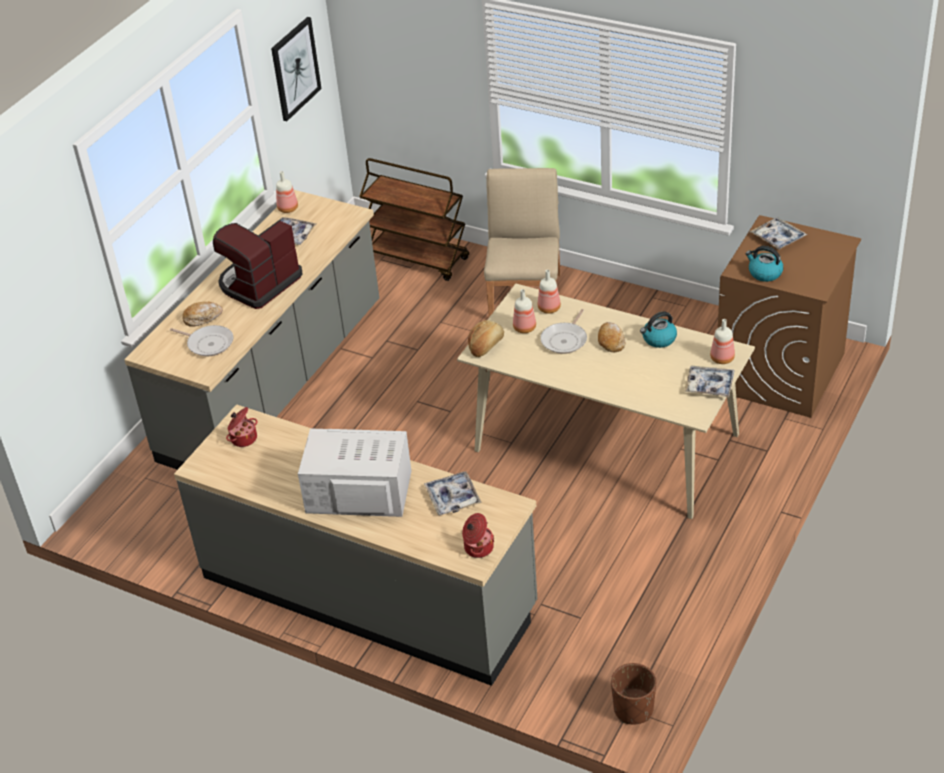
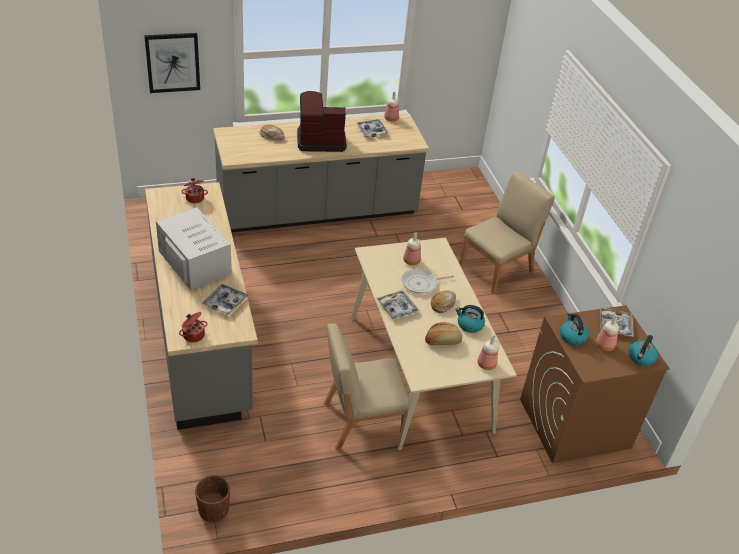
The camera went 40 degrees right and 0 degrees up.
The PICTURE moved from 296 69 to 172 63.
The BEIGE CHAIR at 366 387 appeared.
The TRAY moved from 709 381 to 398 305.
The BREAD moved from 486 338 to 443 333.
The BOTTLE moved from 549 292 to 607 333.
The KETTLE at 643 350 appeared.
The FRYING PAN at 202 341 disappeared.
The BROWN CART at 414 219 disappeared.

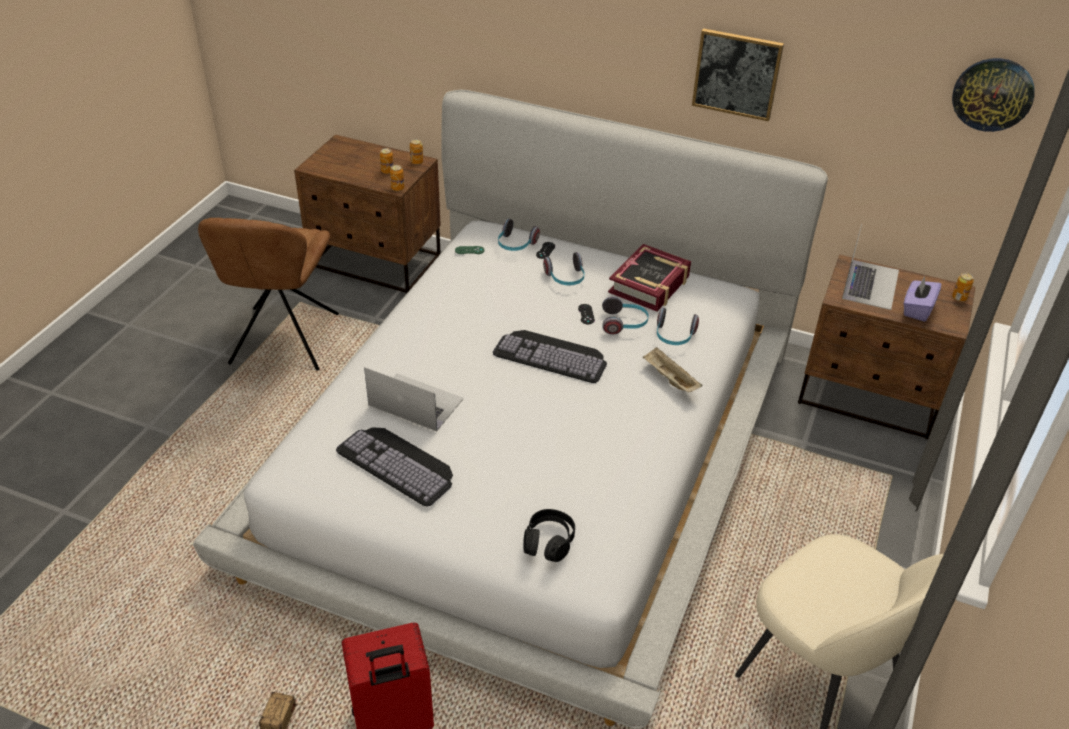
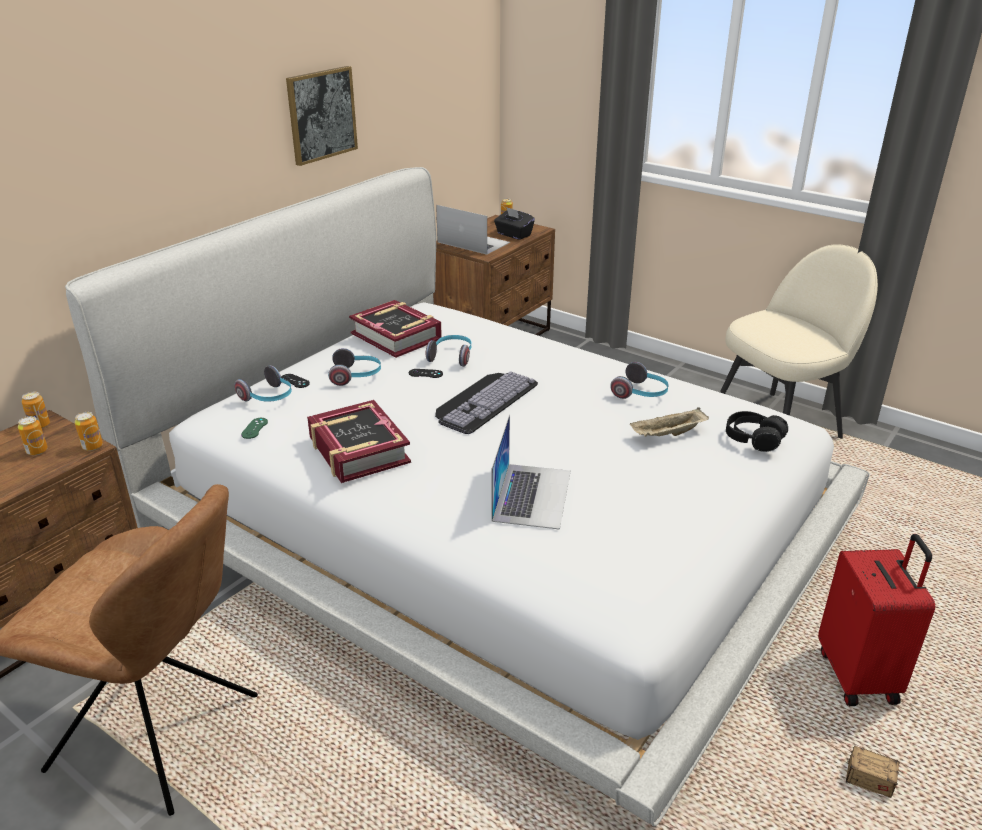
The camera went 75 degrees left and 10 degrees down.
The BOOK at 359 441 appeared.
The LAPTOP at 414 399 turned 150 degrees clockwise.
The PURPLE TISSUE BOX at 922 299 became the BLACK TISSUE BOX at 514 223.
The HEADPHONES moved from 678 326 to 639 380.
The BEIGE TRAY moved from 673 369 to 669 422.
The KEYBOARD at 394 467 disappeared.
The WALL CLOCK at 993 95 disappeared.

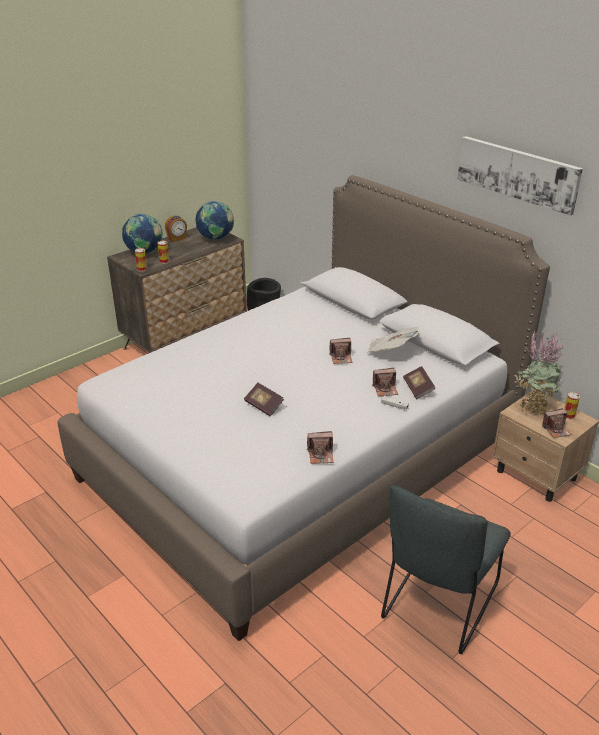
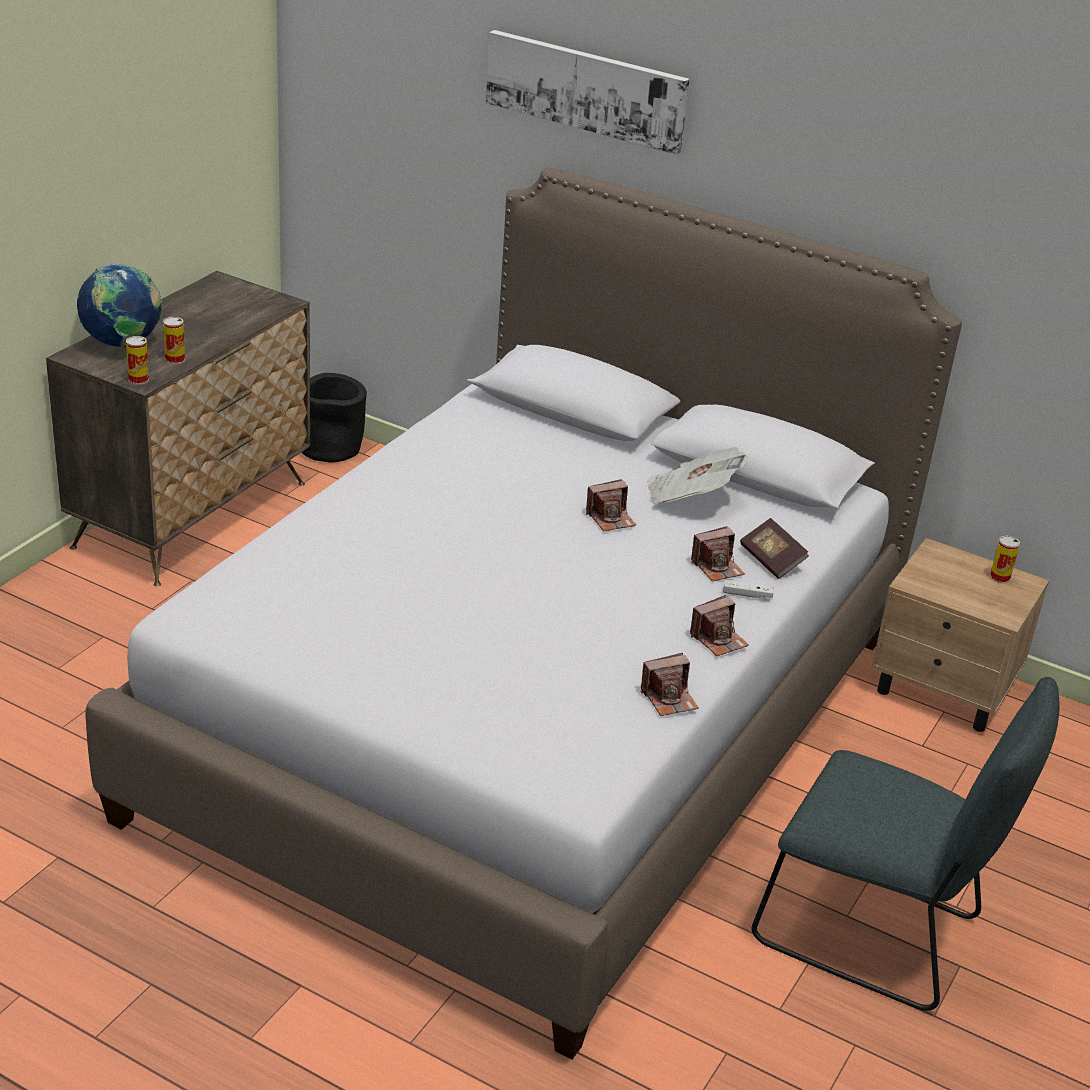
The camera went 20 degrees left and 0 degrees up.
The PICTURE moved from 520 176 to 588 92.
The PHOTO CAMERA moved from 557 423 to 719 625.
The GREY CHAIR at 446 569 turned 75 degrees counterclockwise.
The ALARM CLOCK at 176 229 disappeared.
The GLOBE at 214 221 disappeared.
The BOOK at 264 399 disappeared.
The POTTED PLANT at 538 372 disappeared.

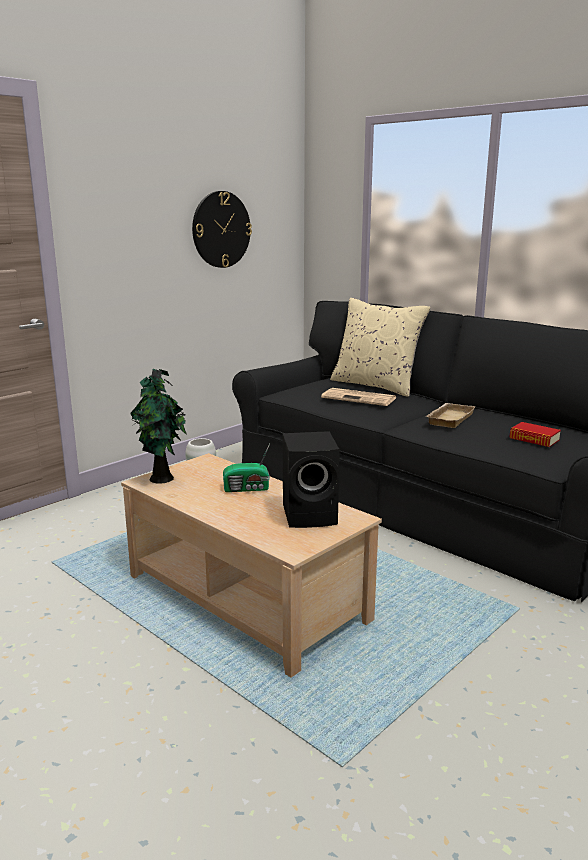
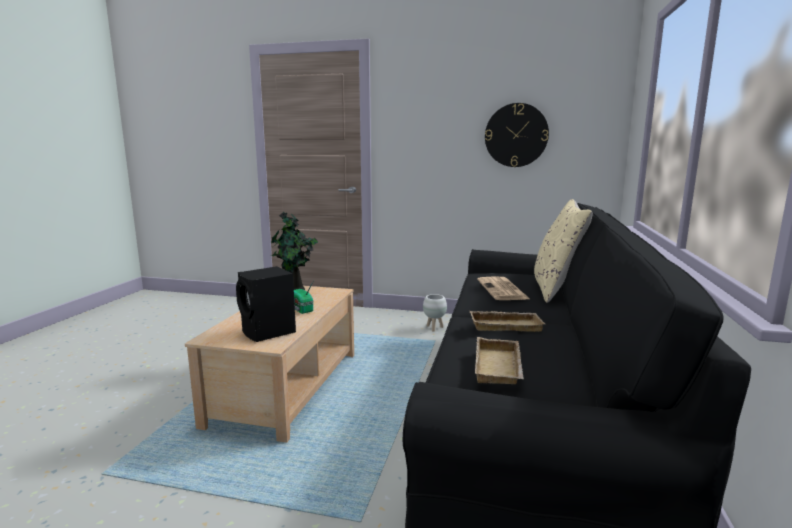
The camera went 60 degrees right and 5 degrees down.
The BOOK at 535 434 was replaced by the BEIGE TRAY at 499 360.

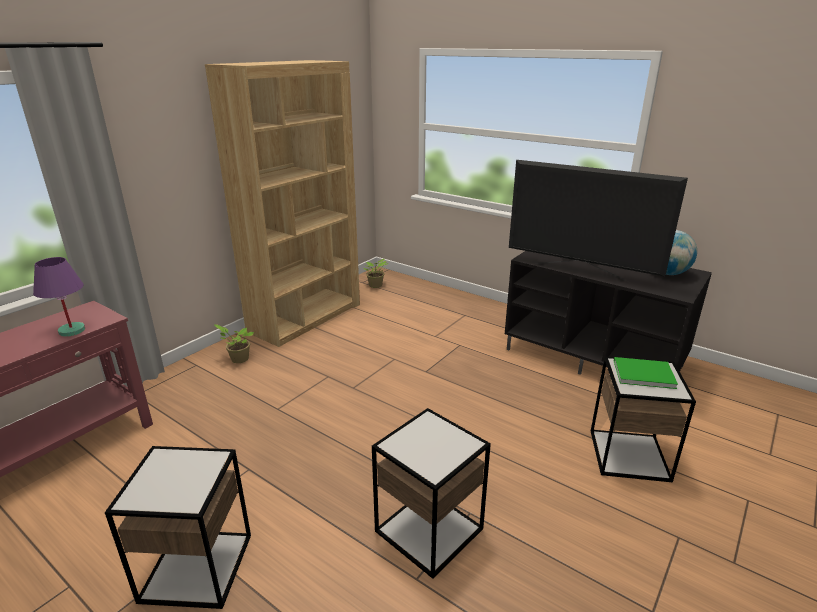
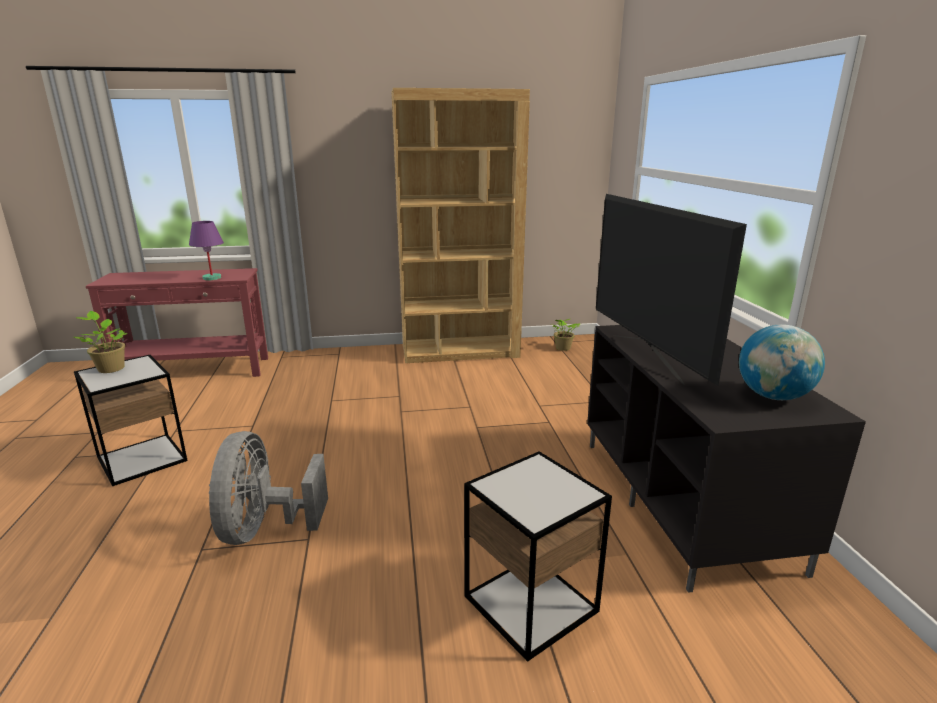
The camera went 45 degrees right and 5 degrees down.
The POTTED PLANT moved from 234 343 to 101 342.
The SIDE TABLE at 431 493 was replaced by the GREY FAN at 268 488.
The GREEN BOOK at 646 373 disappeared.

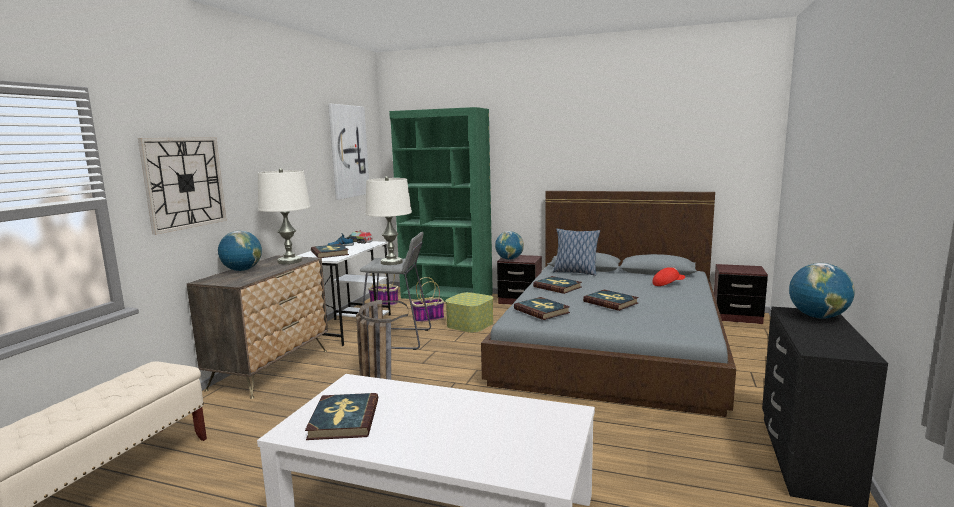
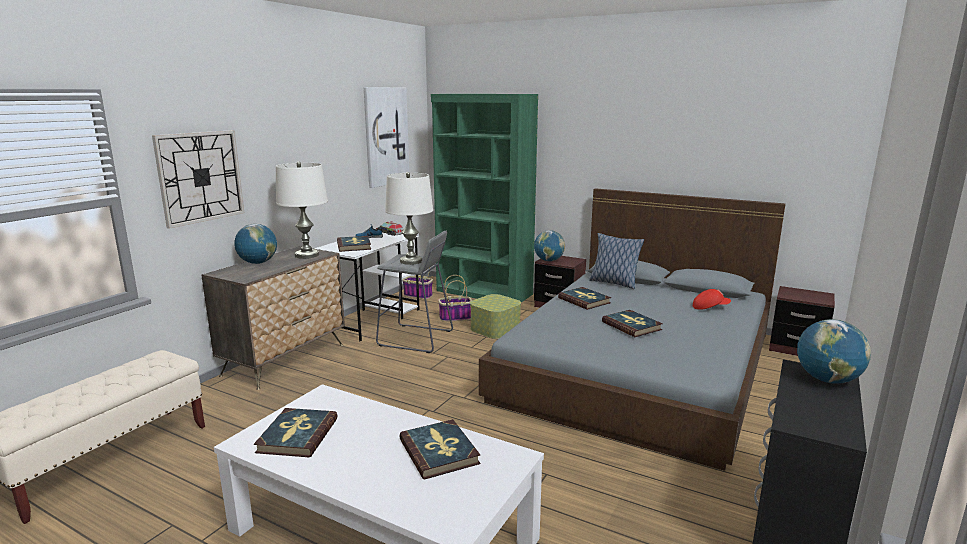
The camera went 10 degrees right and 5 degrees up.
The BOOK moved from 542 308 to 439 449.
The BASKET at 382 340 disappeared.

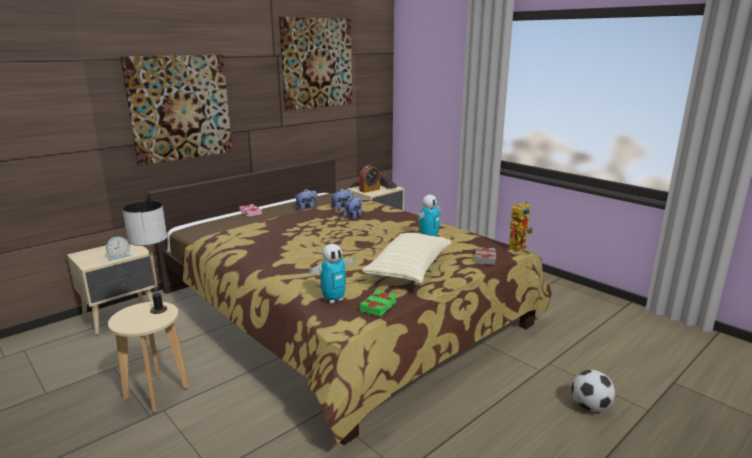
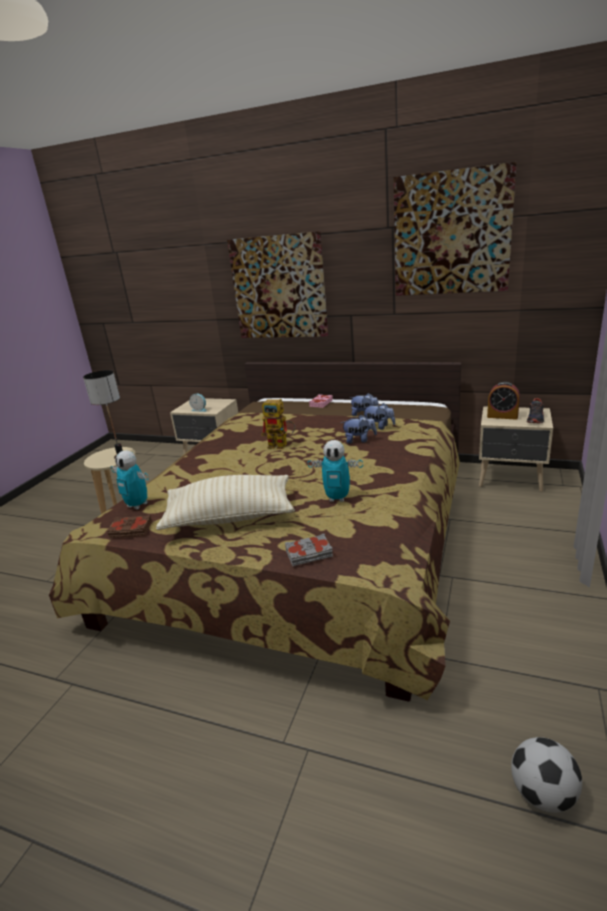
The camera went 65 degrees right and 5 degrees up.
The GREEN BOOK at 378 303 became the BROWN BOOK at 129 526.
The TOY ROBOT moved from 521 225 to 278 424.
The FOOTBALL moved from 593 391 to 546 775.

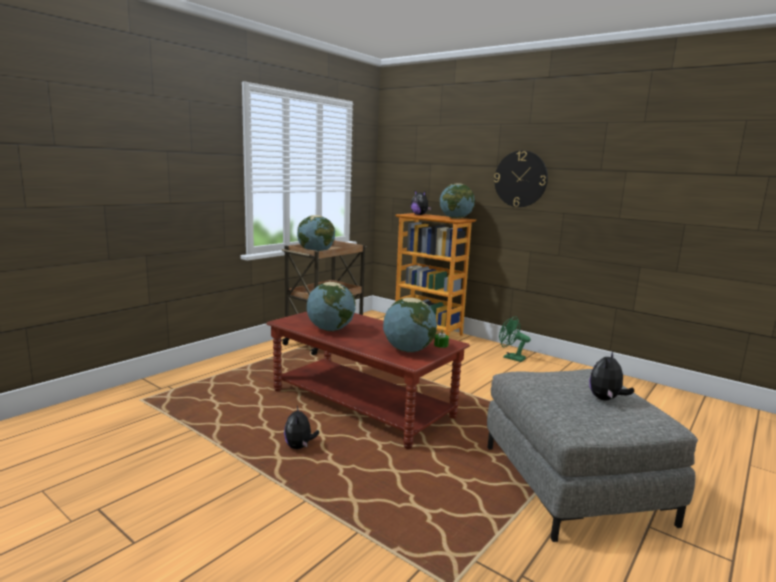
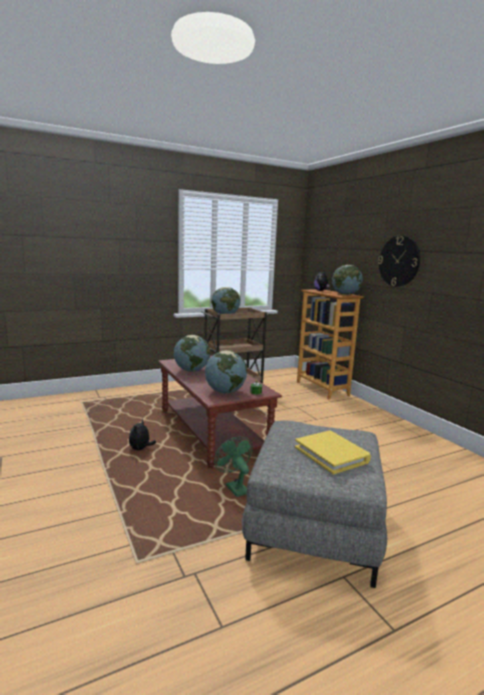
The camera went 25 degrees right and 0 degrees up.
The GREEN FAN moved from 515 339 to 233 466.
The PLUSH TOY at 611 375 was replaced by the YELLOW BOOK at 333 452.

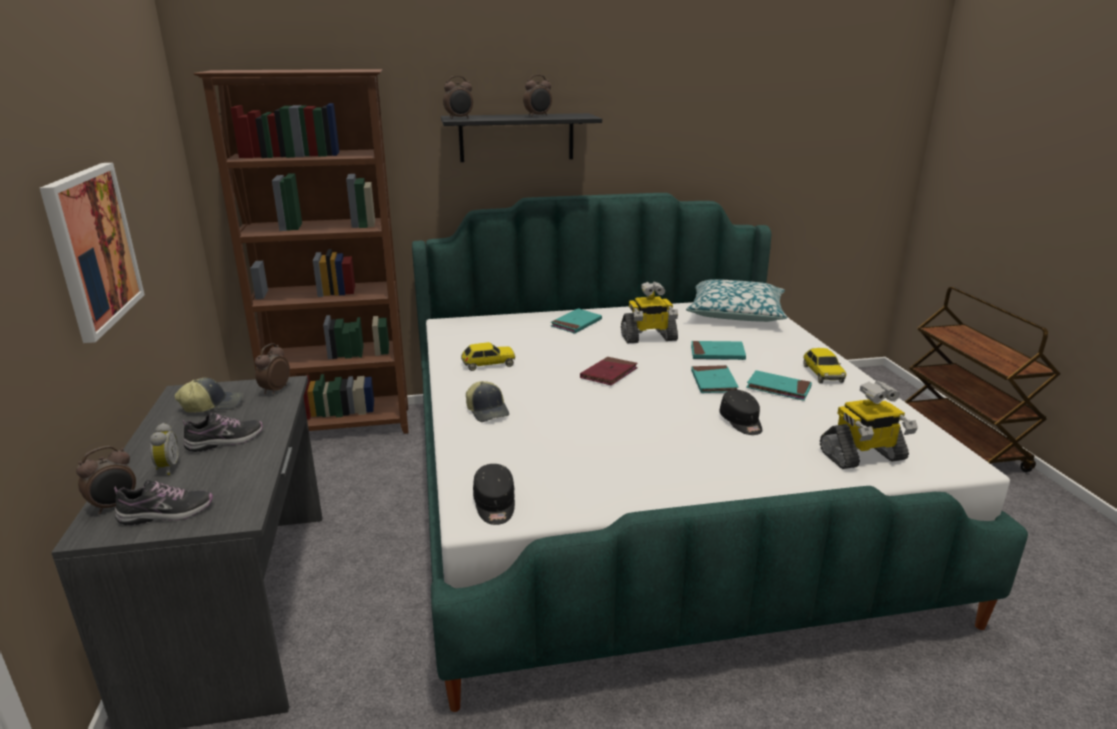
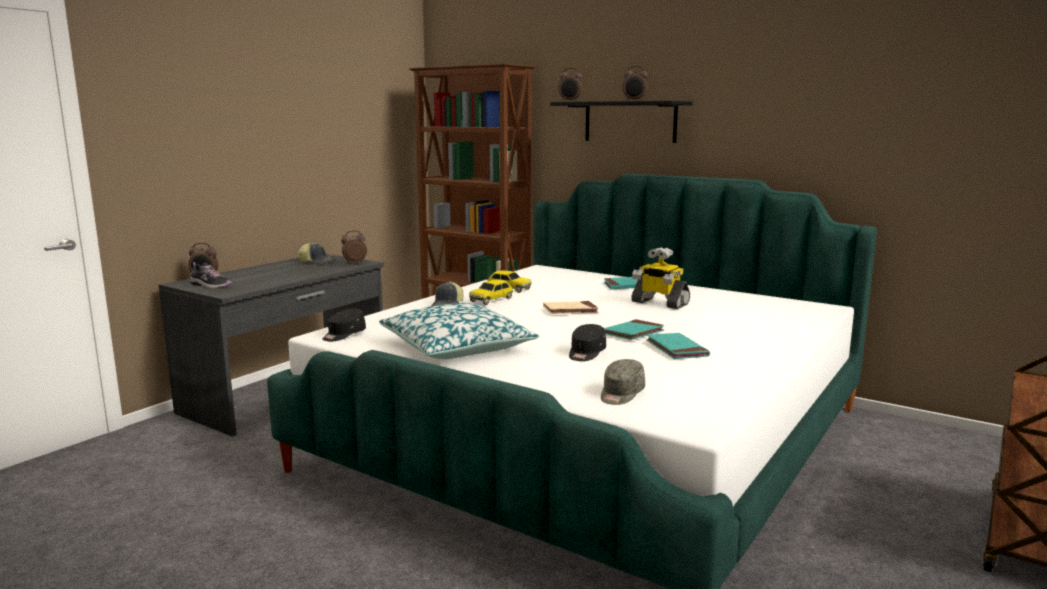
The camera went 45 degrees right and 10 degrees down.
The PILLOW moved from 736 300 to 459 331.
The TOY CAR moved from 824 365 to 491 292.
The RED BOOK at 609 371 became the BEIGE BOOK at 571 307.
The TOY ROBOT at 869 425 was replaced by the GREY CAP at 623 382.
The PICTURE at 92 253 disappeared.
The ALARM CLOCK at 164 449 disappeared.
The SHOE at 223 432 disappeared.
The TURQUOISE BOOK at 718 350 disappeared.

